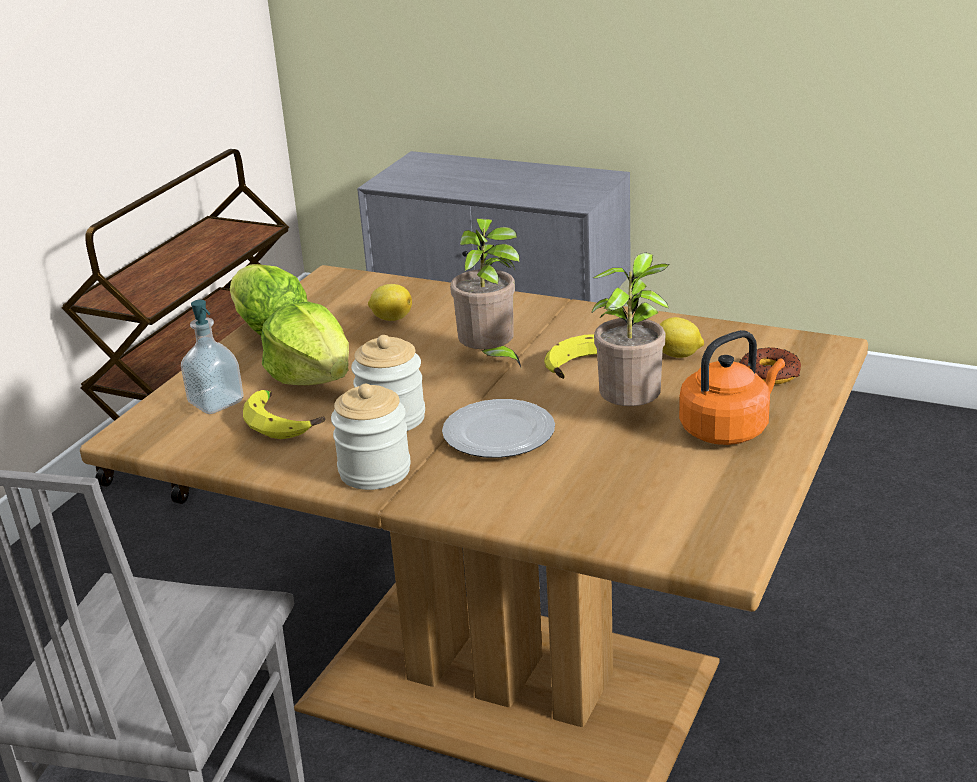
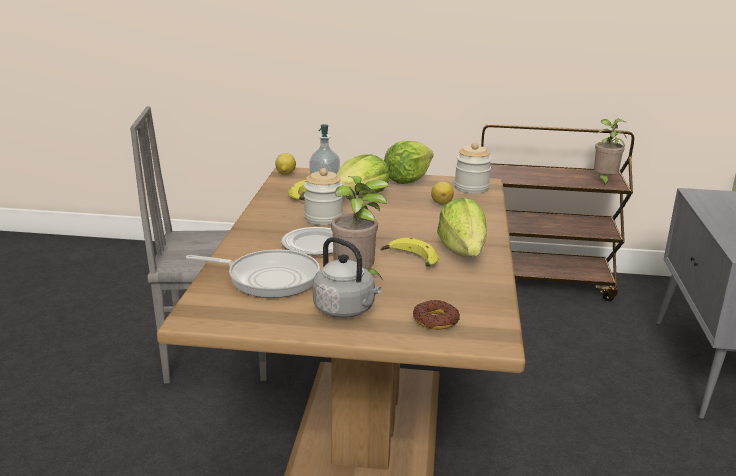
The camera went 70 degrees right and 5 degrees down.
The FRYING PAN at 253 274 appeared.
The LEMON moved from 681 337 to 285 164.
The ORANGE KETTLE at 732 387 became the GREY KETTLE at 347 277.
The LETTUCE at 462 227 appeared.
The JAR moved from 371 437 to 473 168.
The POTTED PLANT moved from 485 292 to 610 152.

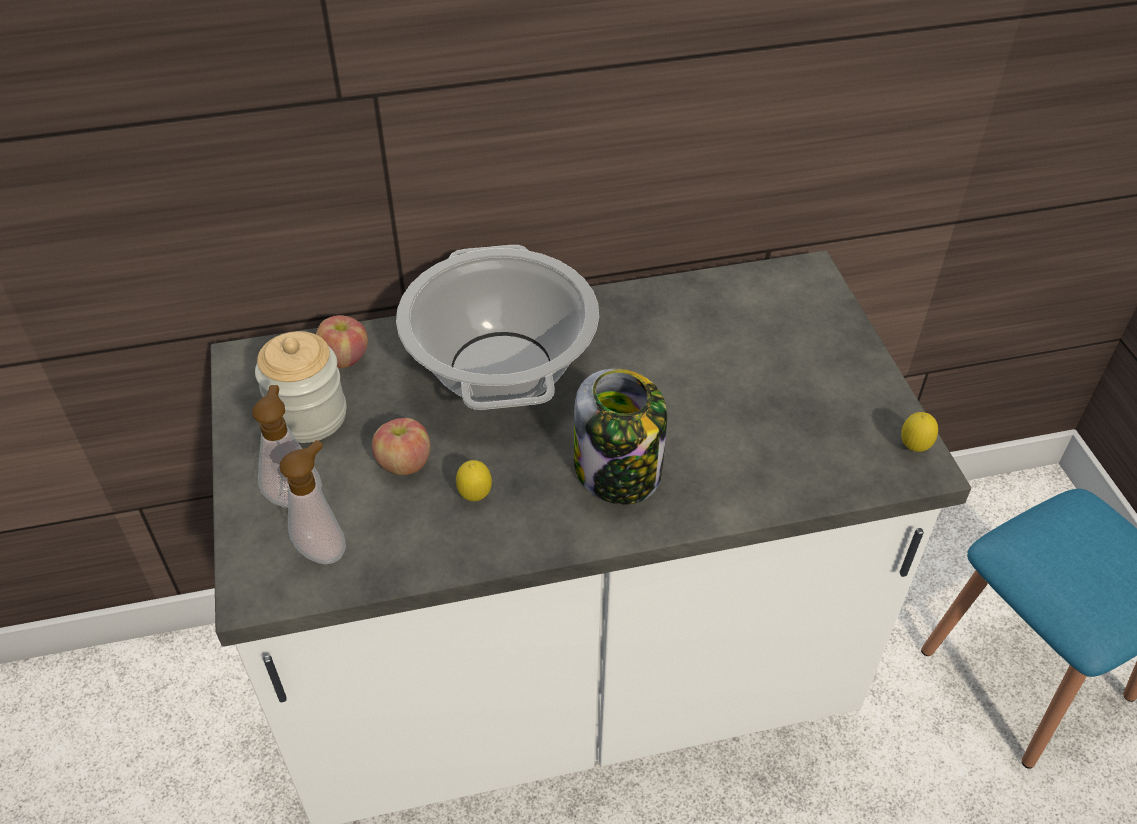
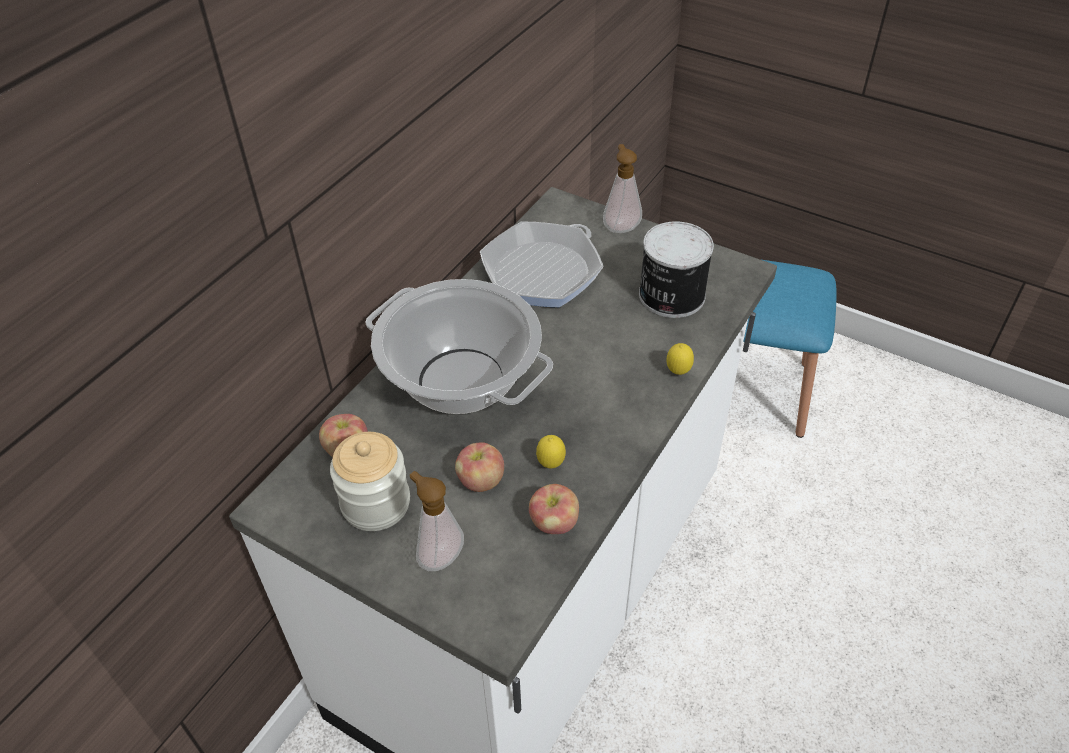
The camera went 45 degrees left and 0 degrees up.
The FRYING PAN at 542 264 appeared.
The APPLE at 554 509 appeared.
The SOAP DISPENSER moved from 313 502 to 622 188.
The CAN at 676 269 appeared.
The LEMON moved from 919 432 to 680 359.
The JAR at 620 436 disappeared.

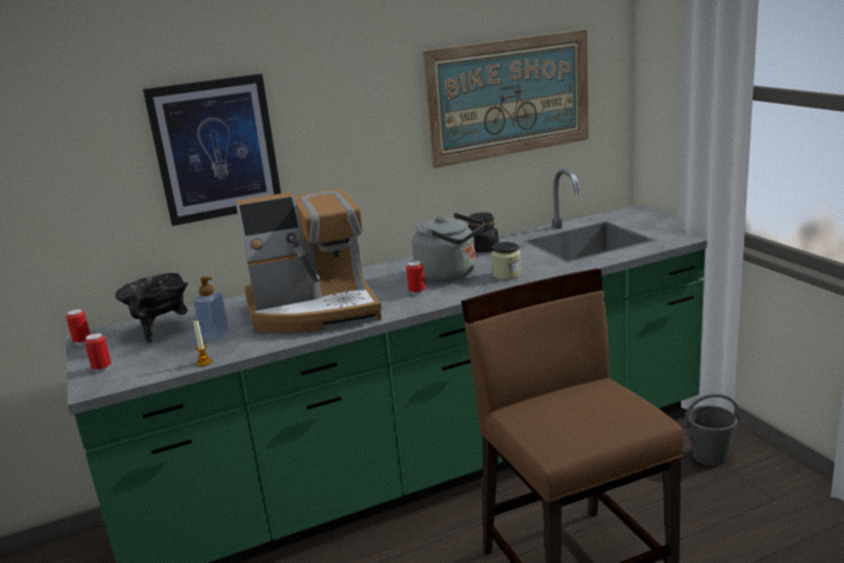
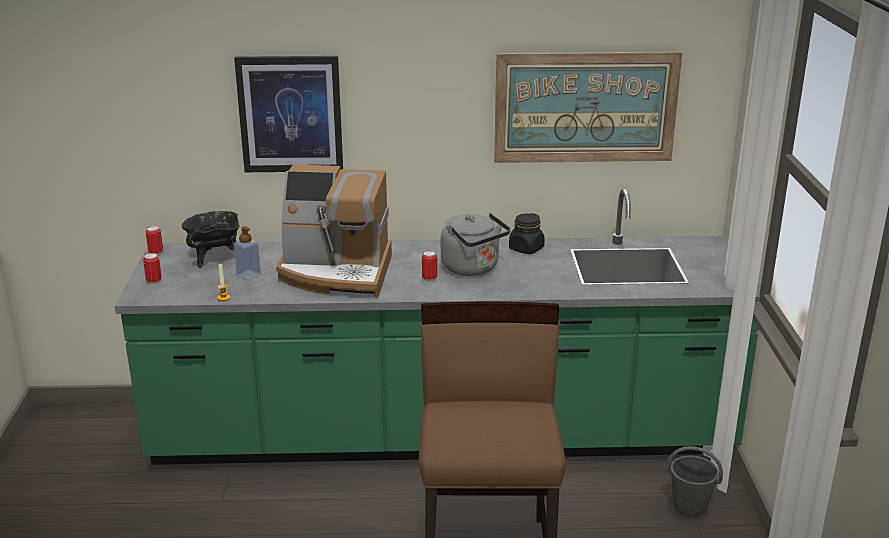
The camera went 20 degrees right and 5 degrees up.
The JAR at 506 261 disappeared.

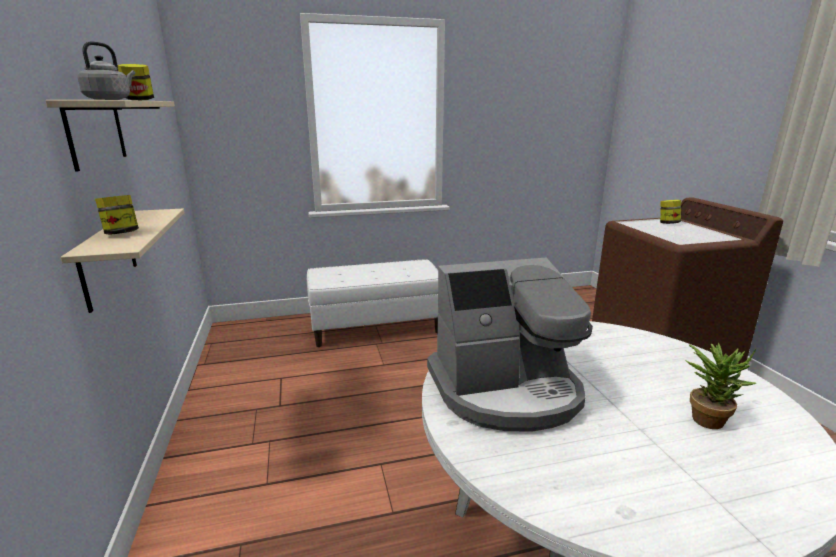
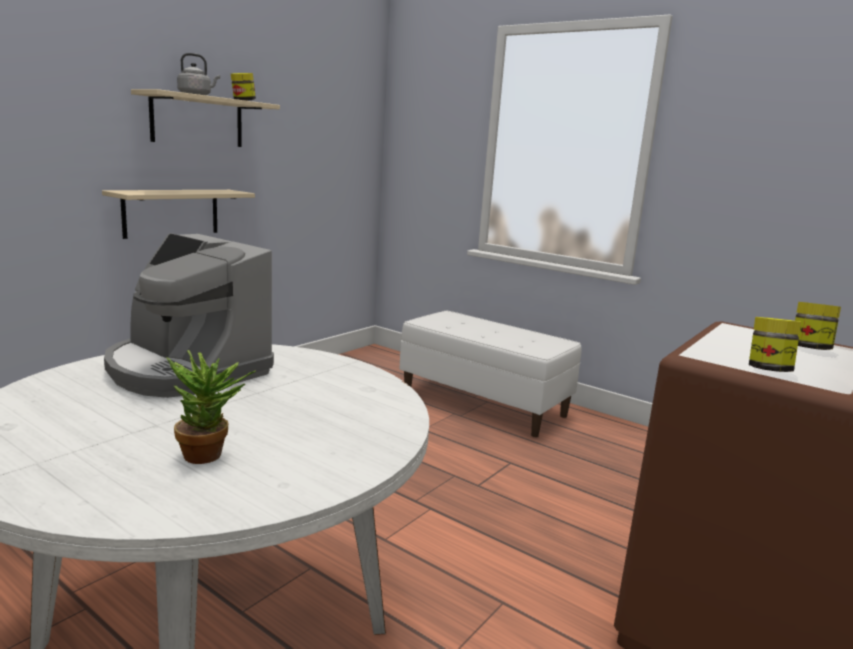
The camera went 50 degrees right and 5 degrees down.
The JAR moved from 117 215 to 775 344.

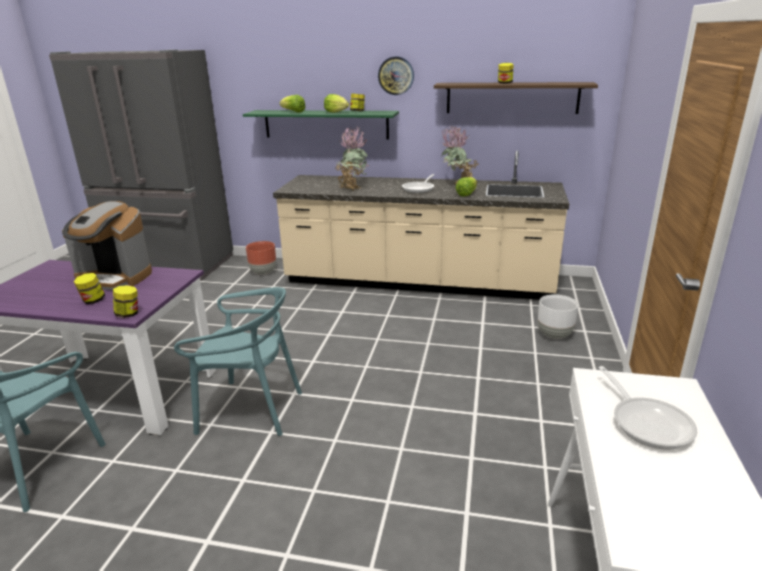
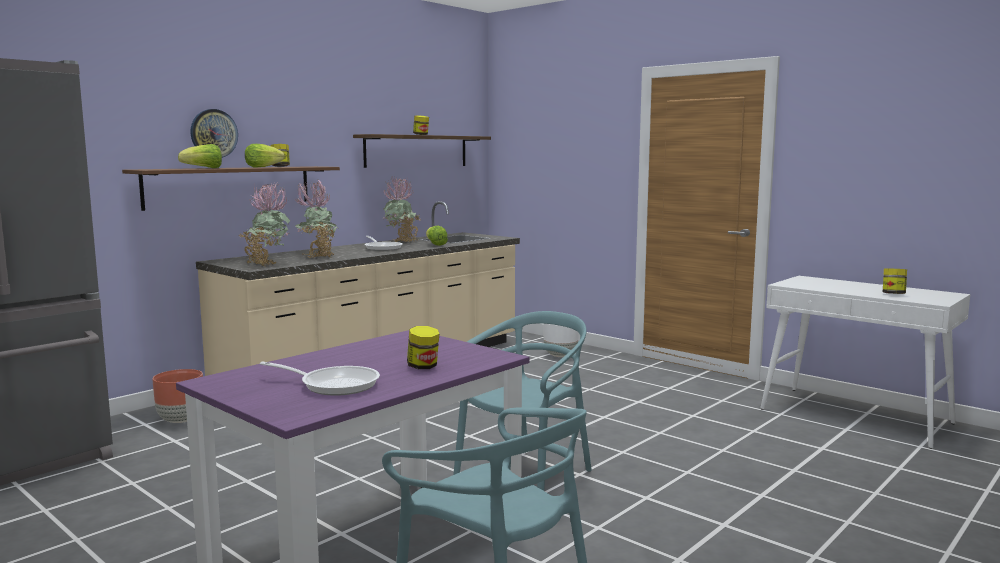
The camera went 60 degrees left and 15 degrees down.
The GREEN SHELF at 321 124 became the BROWN SHELF at 231 188.
The WALL CLOCK moved from 396 75 to 214 133.
The POTTED PLANT at 264 224 appeared.
The FRYING PAN moved from 647 407 to 320 379.
The JAR moved from 125 301 to 895 281.
The COFFEE MACHINE at 107 245 disappeared.

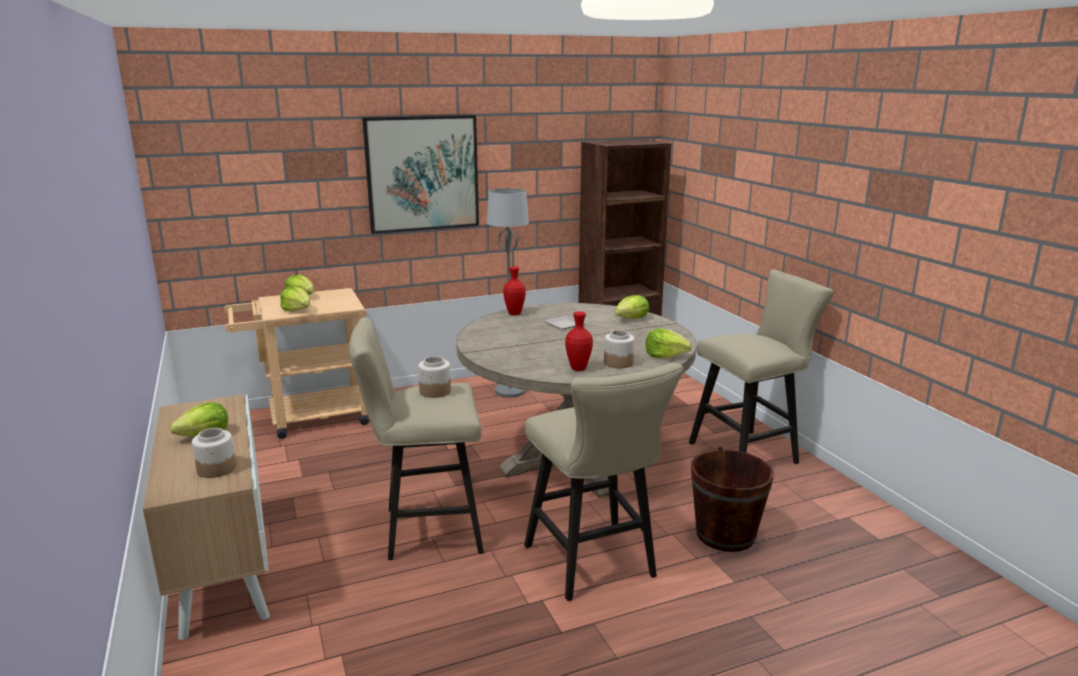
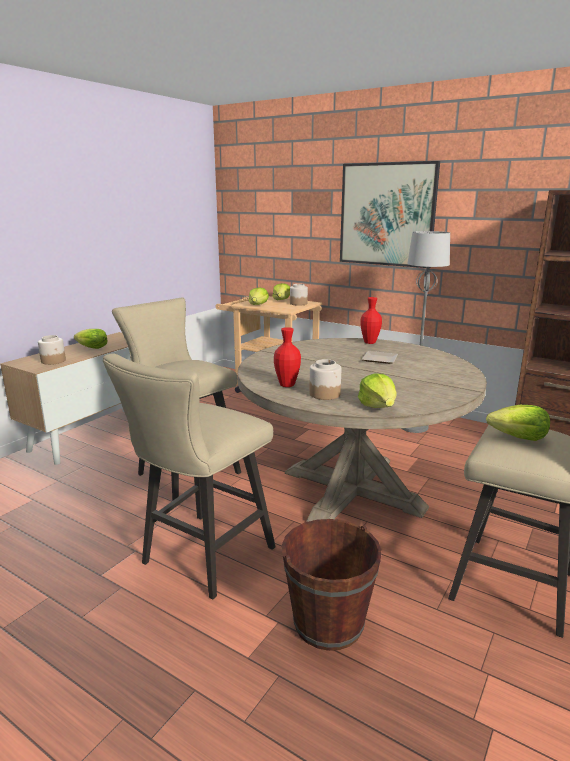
The camera went 55 degrees right and 0 degrees up.
The JAR moved from 434 377 to 299 295.
The LETTUCE moved from 632 307 to 518 423.

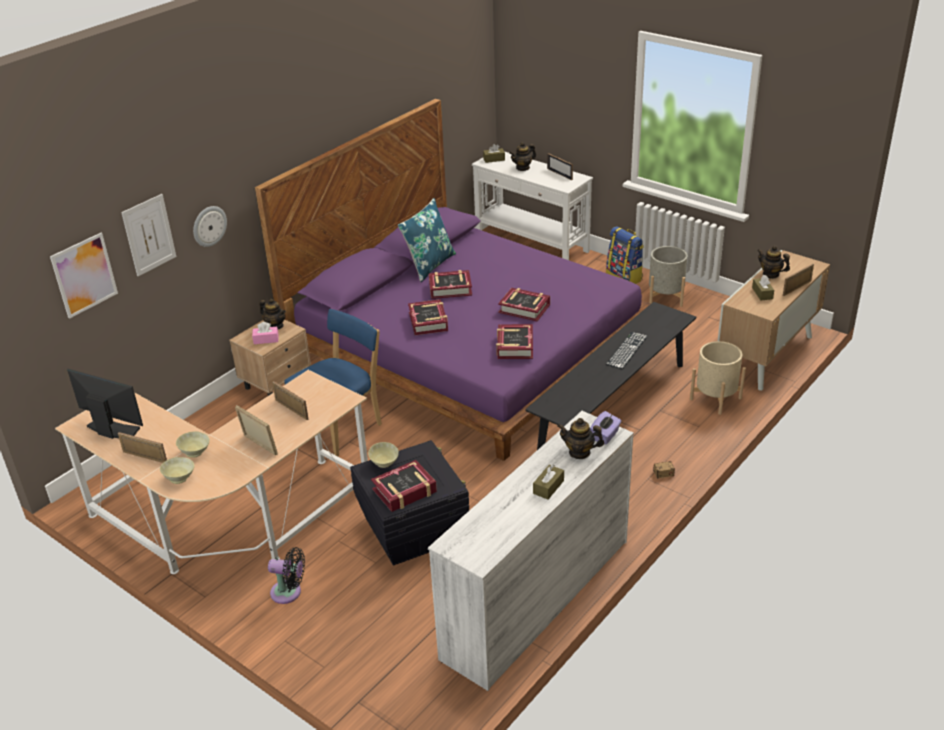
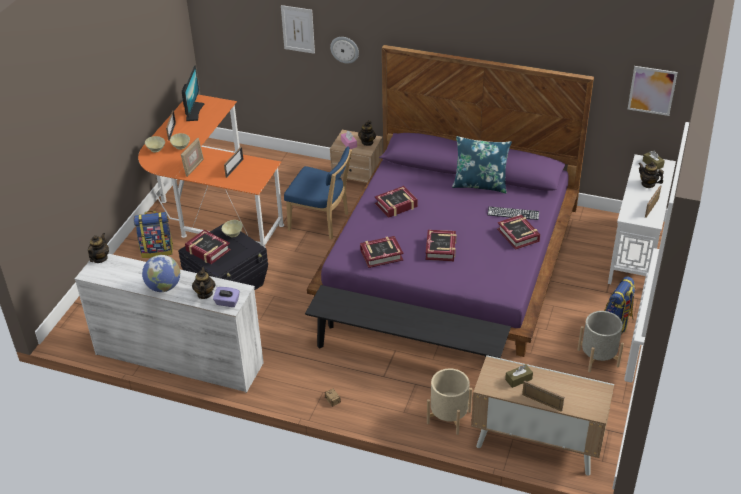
The camera went 70 degrees right and 5 degrees up.
The TEAPOT moved from 773 262 to 98 248.
The BLACK FAN at 286 575 was replaced by the BACKPACK at 153 234.
The BEIGE DESK at 211 472 became the ORANGE DESK at 211 171.
The BROWN TISSUE BOX at 548 482 was replaced by the GLOBE at 161 273.
The KEYBOARD moved from 626 350 to 513 213.
The BOOK moved from 450 284 to 518 232.
The PICTURE moved from 84 276 to 653 91.

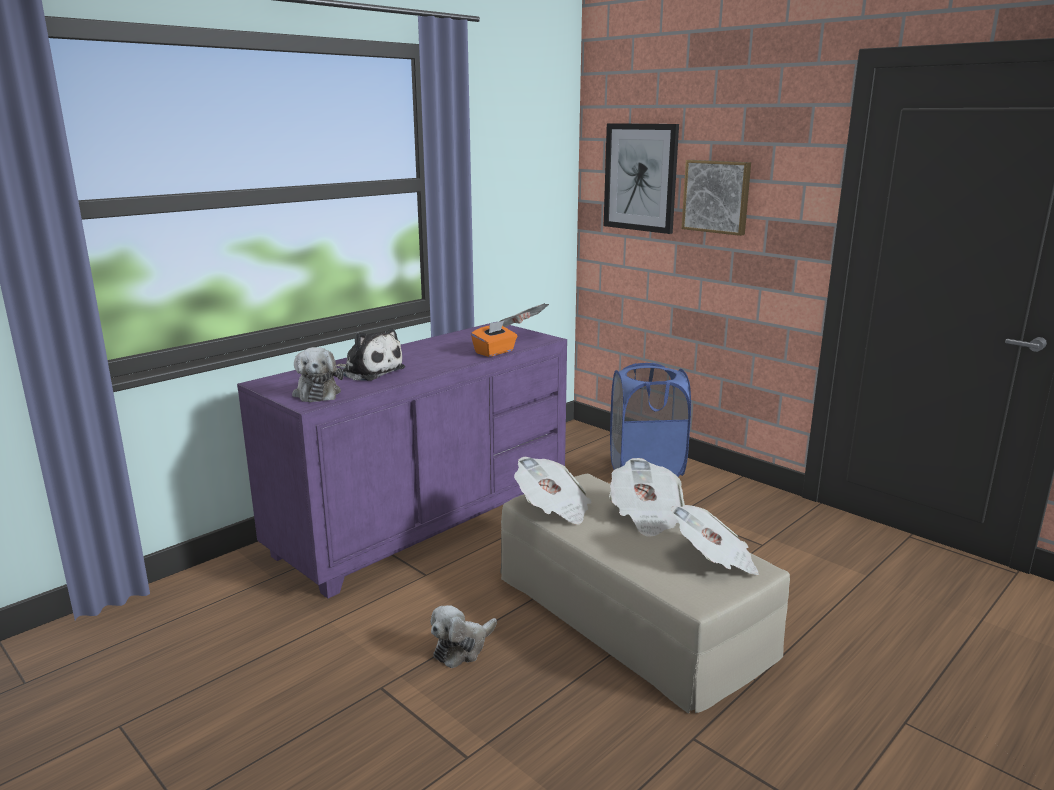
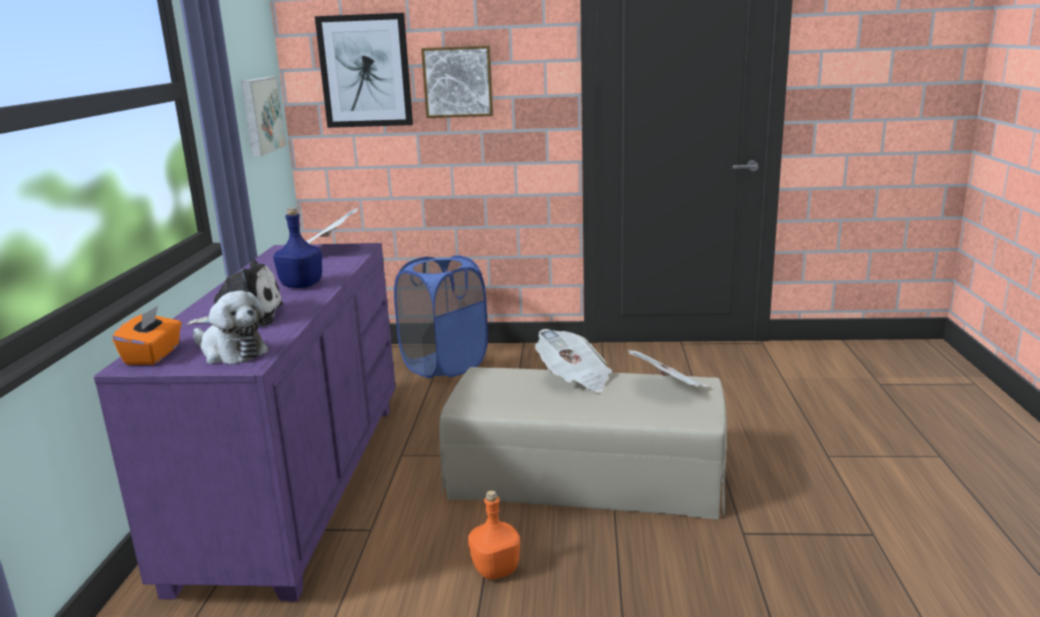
The camera went 40 degrees left and 0 degrees up.
The ORANGE TISSUE BOX moved from 494 339 to 147 335.
The PICTURE at 263 116 appeared.
The BLUE BOTTLE at 297 248 appeared.
The PLUSH TOY at 463 636 was replaced by the ORANGE BOTTLE at 494 535.
The NEWSPAPER at 553 490 disappeared.

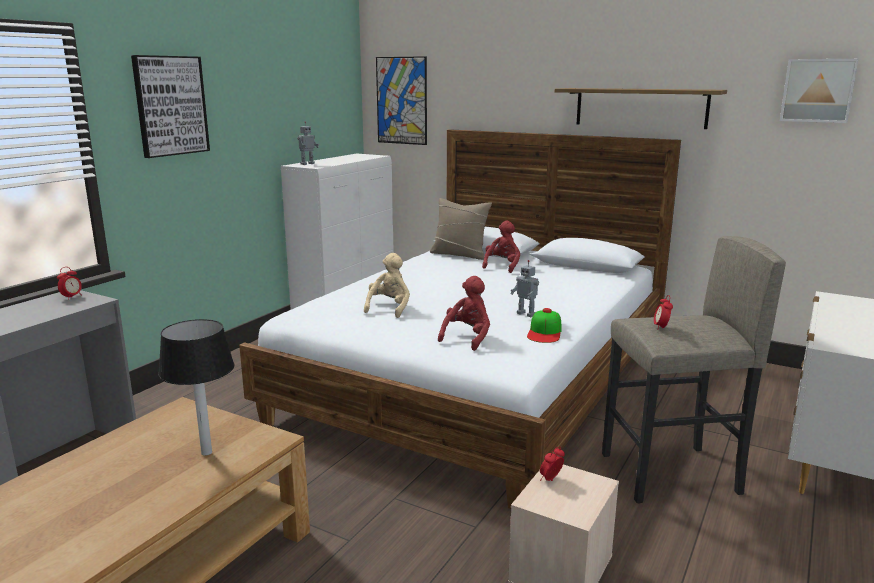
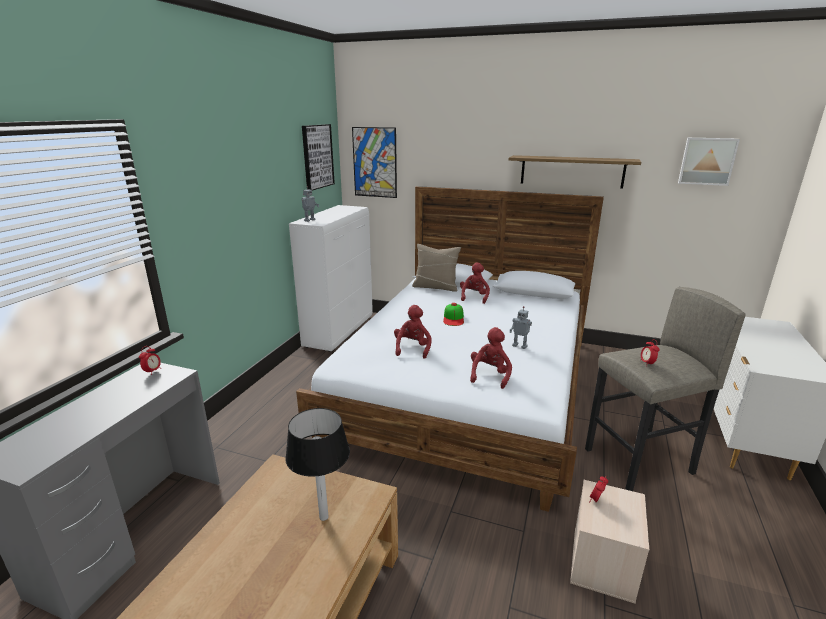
The camera went 10 degrees left and 5 degrees up.
The PICTURE moved from 170 106 to 318 157.
The BEIGE PLUSH TOY at 387 285 became the RED PLUSH TOY at 413 332.
The CAP moved from 544 325 to 453 314.

